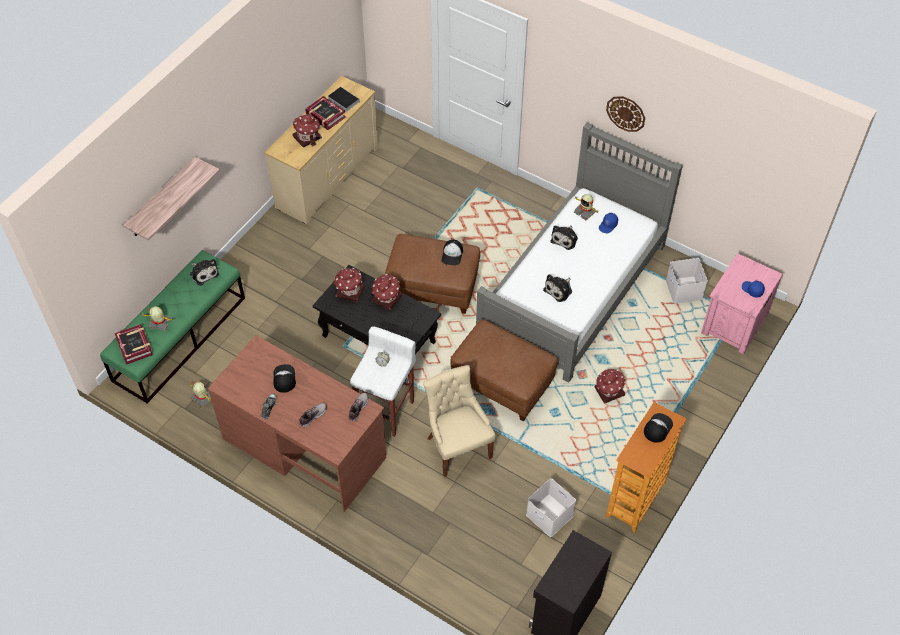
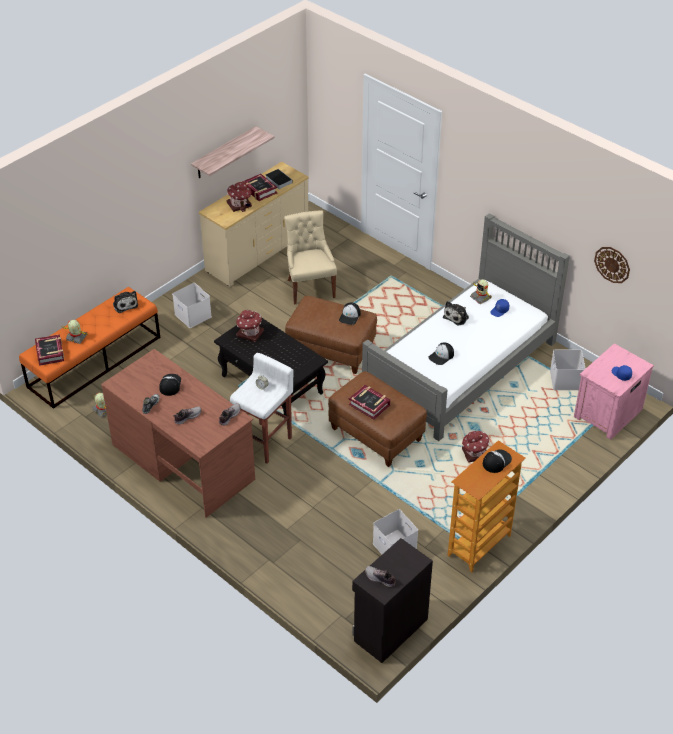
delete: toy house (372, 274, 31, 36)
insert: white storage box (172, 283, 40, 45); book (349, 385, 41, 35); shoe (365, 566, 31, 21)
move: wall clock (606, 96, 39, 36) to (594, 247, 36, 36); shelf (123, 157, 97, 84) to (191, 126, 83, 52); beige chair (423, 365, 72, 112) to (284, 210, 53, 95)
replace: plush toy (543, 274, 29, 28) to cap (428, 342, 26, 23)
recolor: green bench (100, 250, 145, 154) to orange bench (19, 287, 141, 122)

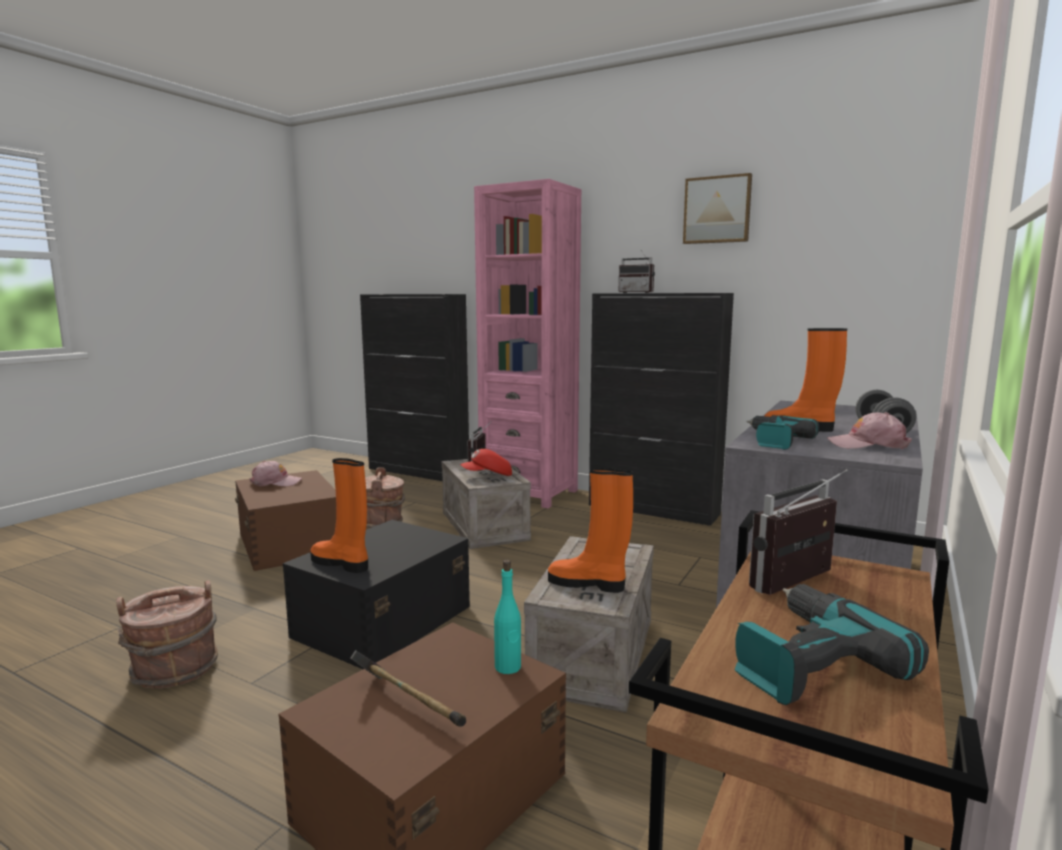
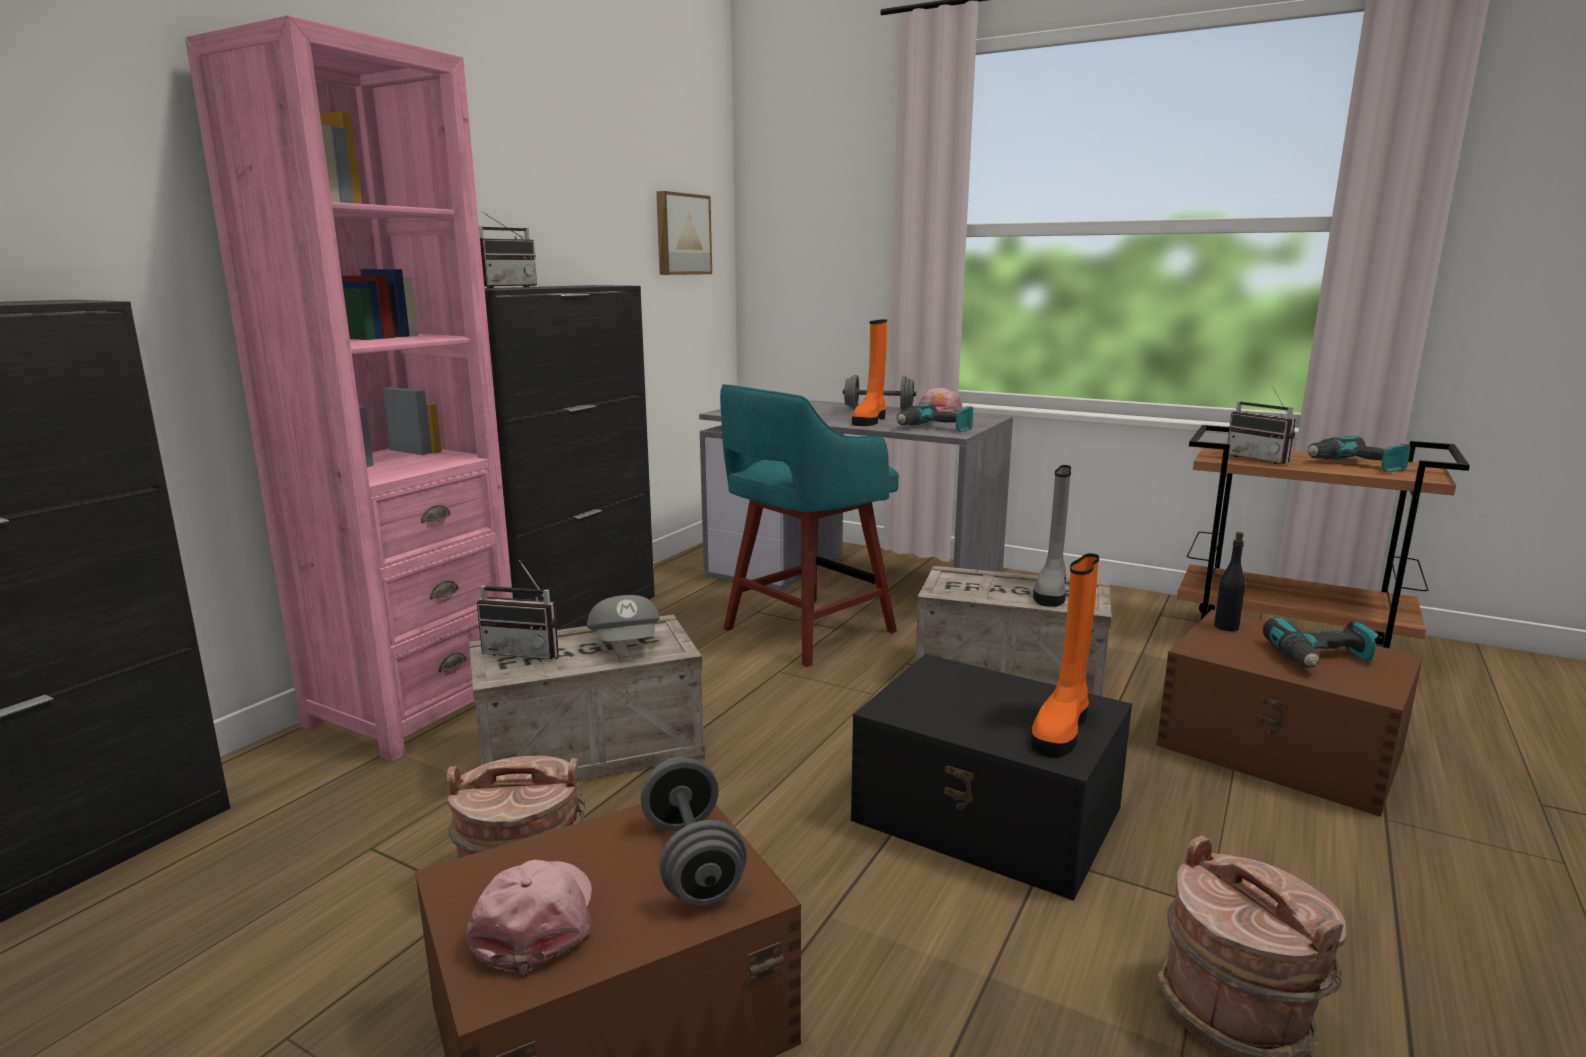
insert: turquoise stool (720, 384, 179, 283); grey dumbbell (640, 757, 107, 149)
move: picture (683, 173, 69, 71) to (656, 191, 56, 84)
replace: hammer (350, 650, 116, 77) to power drill (1263, 617, 116, 51)
recolor: red cap (460, 449, 52, 27) to grey cap (587, 595, 73, 47); orange boot (548, 468, 85, 125) to grey boot (1033, 465, 38, 142); turquoise bottle (494, 560, 27, 114) to black bottle (1214, 532, 31, 99)

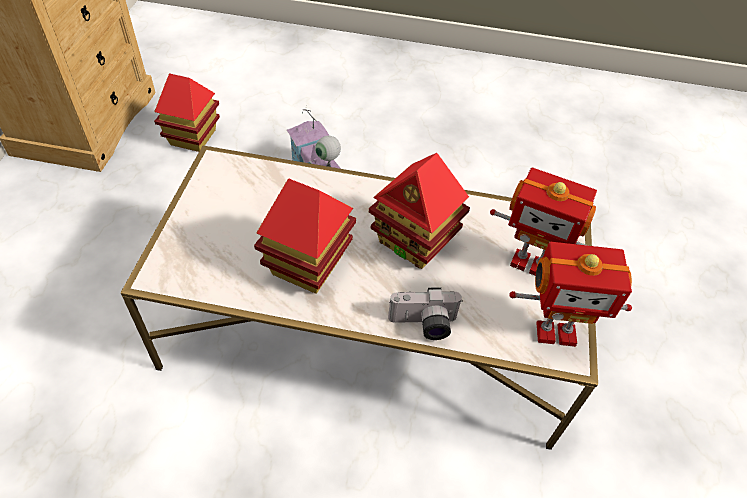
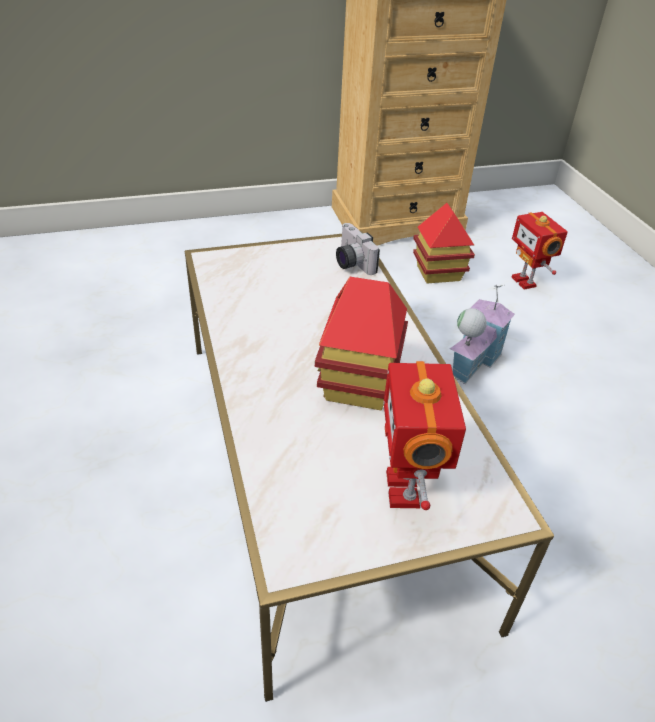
delete: toy house (254, 178, 102, 116)
move: toy robot (509, 242, 123, 105) to (511, 212, 57, 78); photo camera (388, 287, 75, 53) to (336, 223, 44, 52)

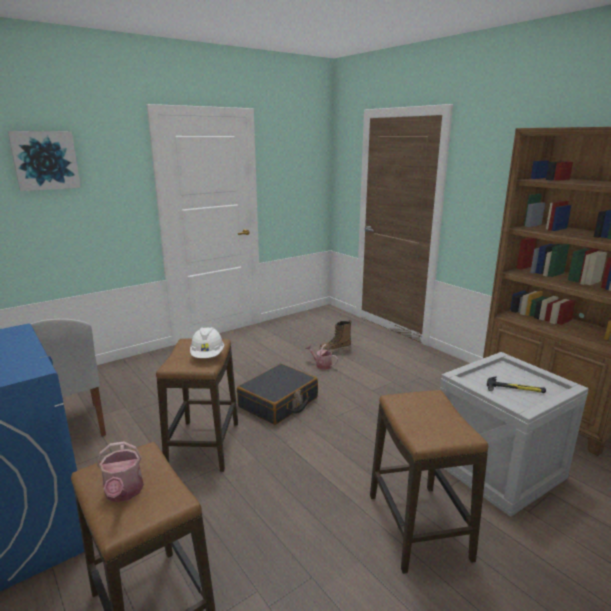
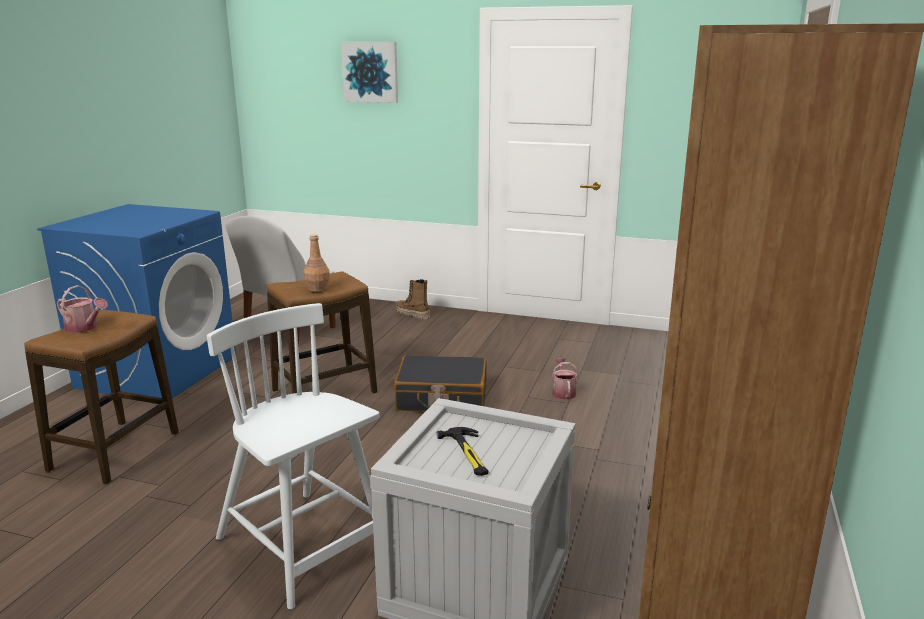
move: boot (319, 320, 33, 34) to (396, 279, 34, 41)
replace: white hard hat (190, 327, 34, 31) to brown bottle (303, 234, 27, 58); stool (370, 390, 118, 184) to white chair (207, 303, 173, 306)
rotate: watering can (97, 441, 47, 61) = (57, 285, 51, 48) 105 degrees counterclockwise

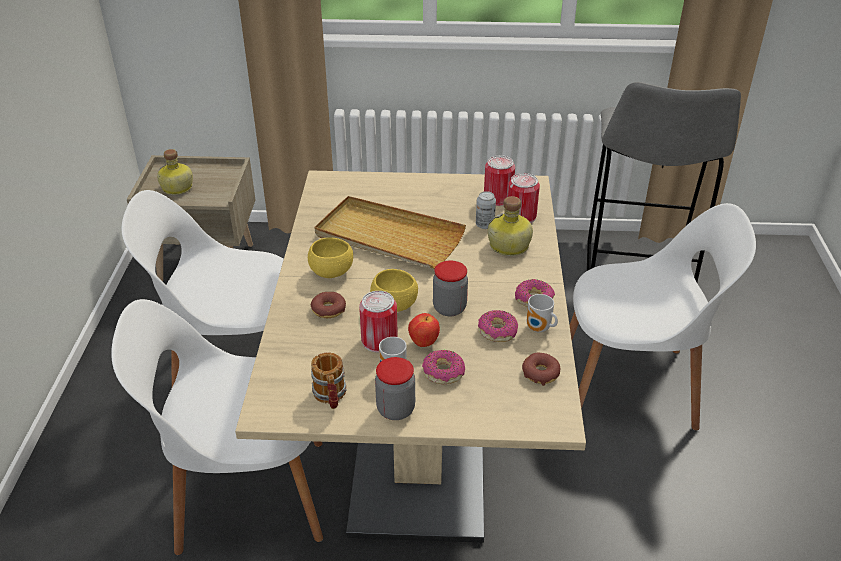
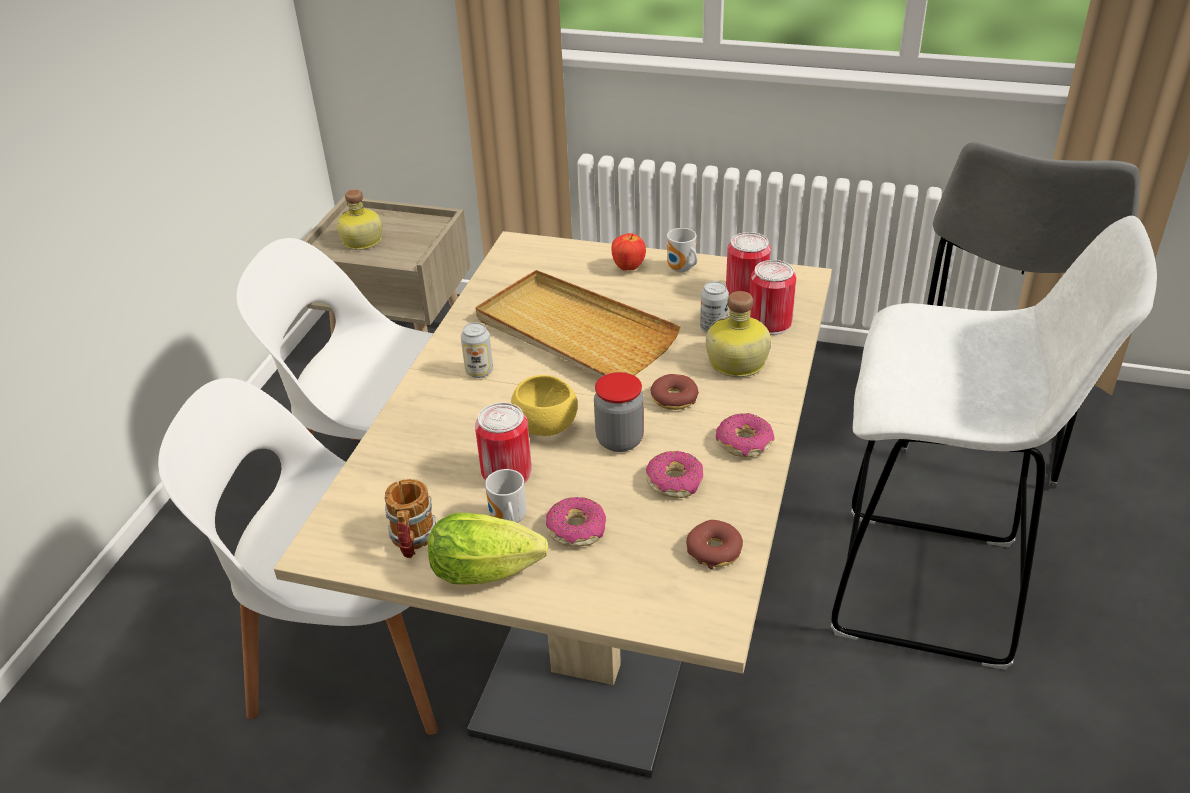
move: donut (311, 292, 35, 26) to (651, 374, 48, 36); mug (527, 294, 31, 38) to (667, 228, 31, 45); apple (408, 313, 32, 34) to (611, 233, 35, 38)
replace: white chair (570, 203, 186, 228) to white stool (831, 216, 326, 454); yellow bowl (308, 237, 45, 41) to can (461, 322, 32, 56); jar (375, 357, 40, 63) to lettuce (428, 513, 121, 72)

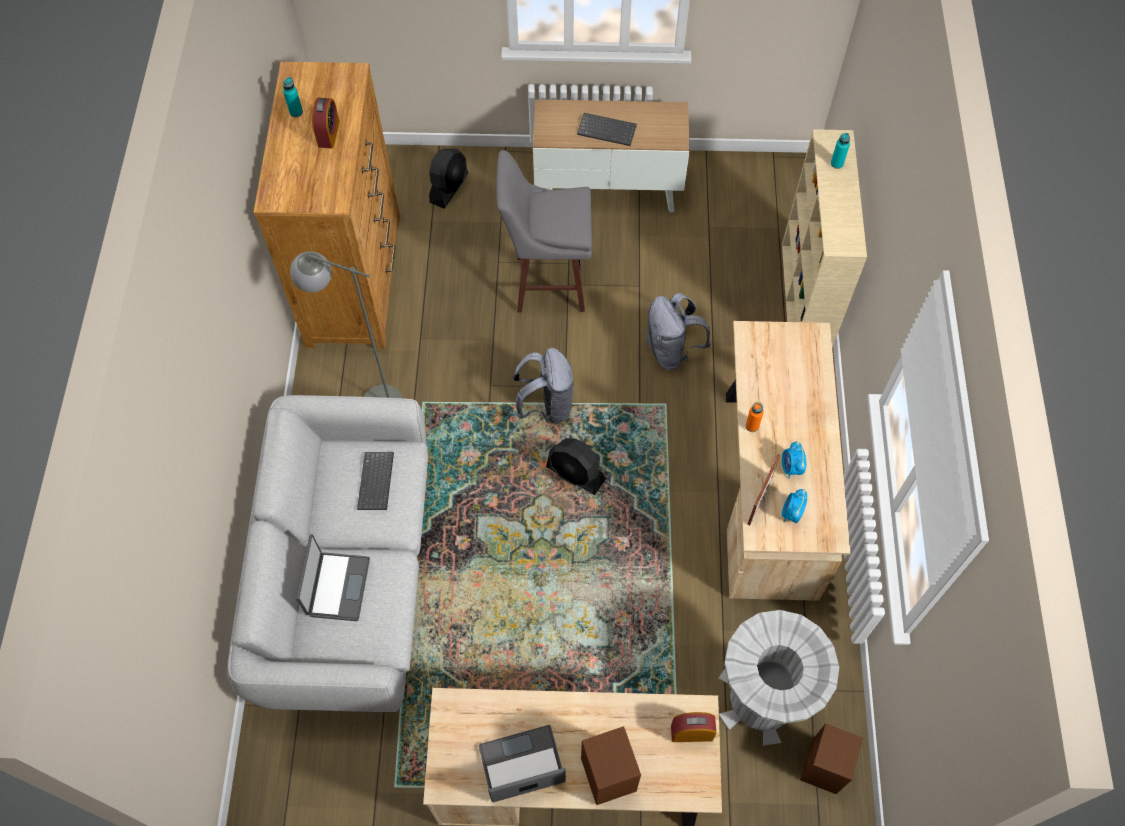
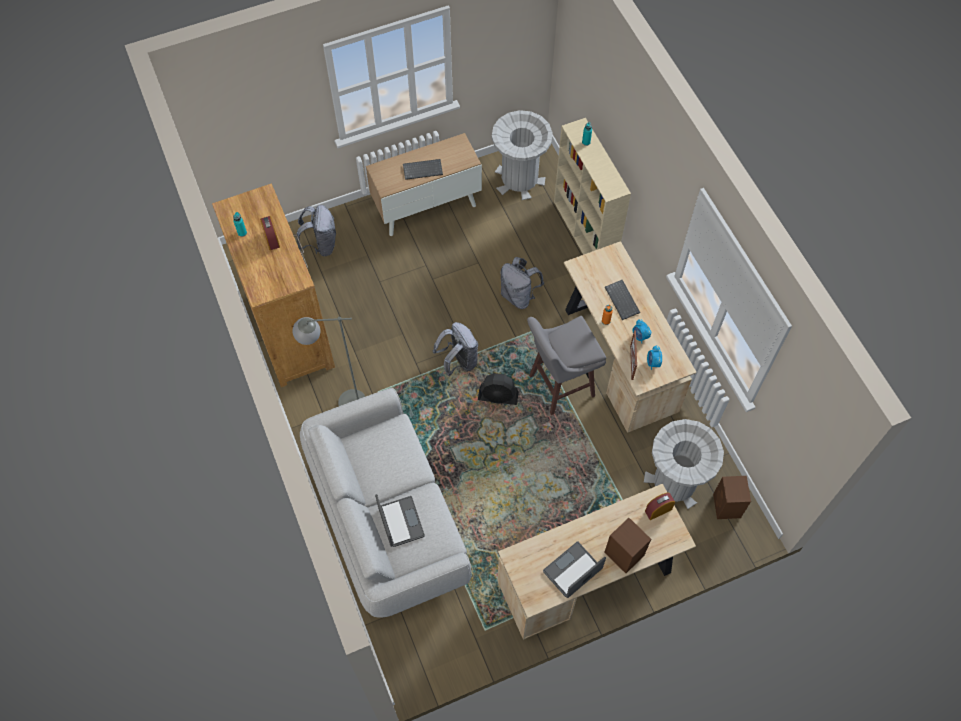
insert: grey trash can (492, 110, 61, 90)
move: grey stool (496, 150, 96, 162) to (527, 316, 79, 99); keyboard (357, 452, 37, 58) to (605, 280, 35, 40)
replace: black fan (429, 149, 39, 59) to grey backpack (296, 205, 40, 51)

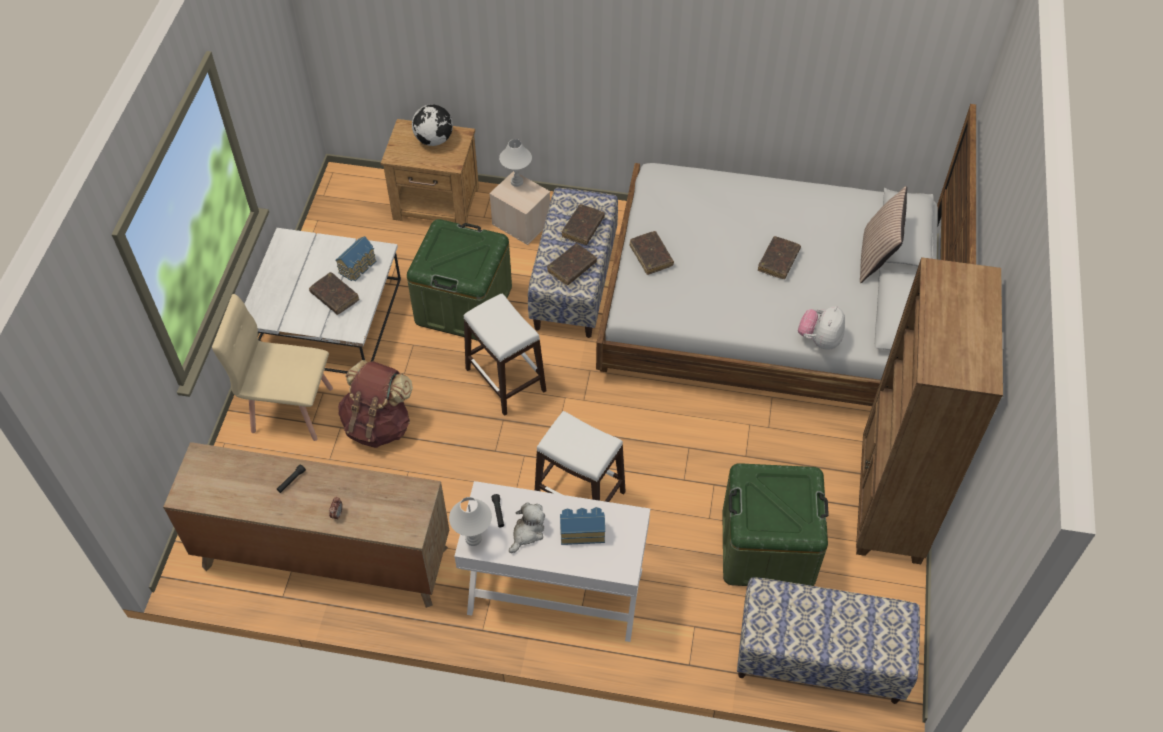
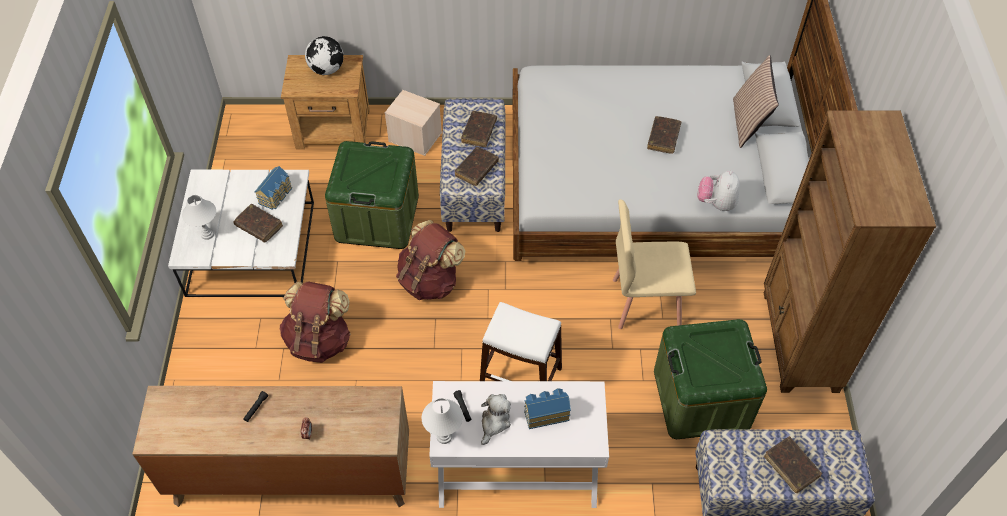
move: white table lamp (499, 139, 33, 48) to (182, 195, 34, 45); brown book (630, 231, 44, 44) to (764, 436, 58, 57); beige chair (212, 294, 121, 147) to (613, 199, 83, 130)
replace: white stool (464, 294, 82, 122) to brown backpack (396, 220, 69, 80)

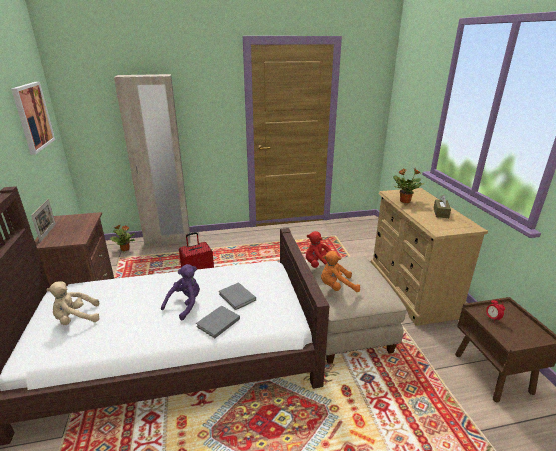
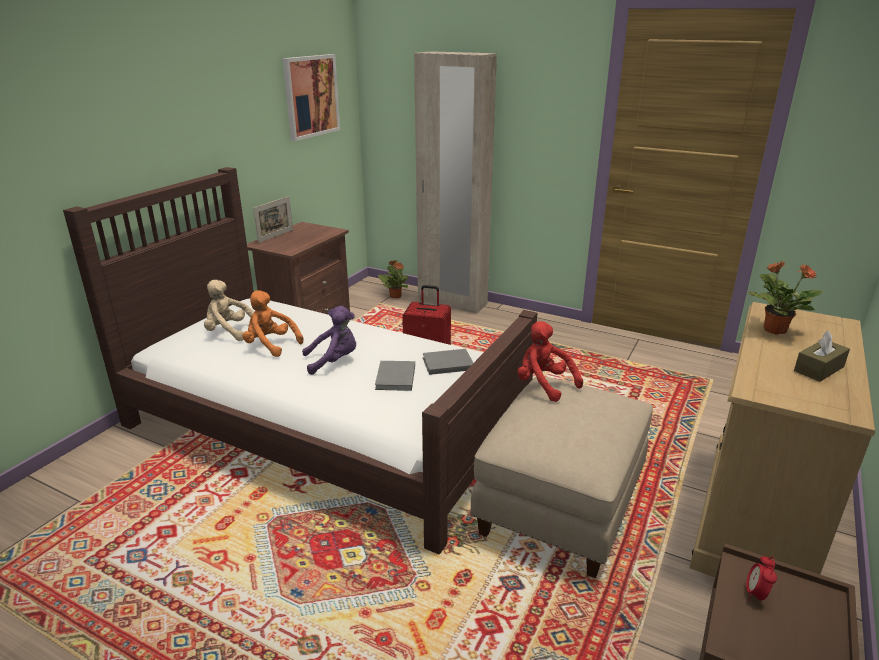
move: orange plush toy (321, 251, 39, 41) to (242, 290, 62, 67); grey book (196, 305, 44, 33) to (423, 349, 50, 26)

